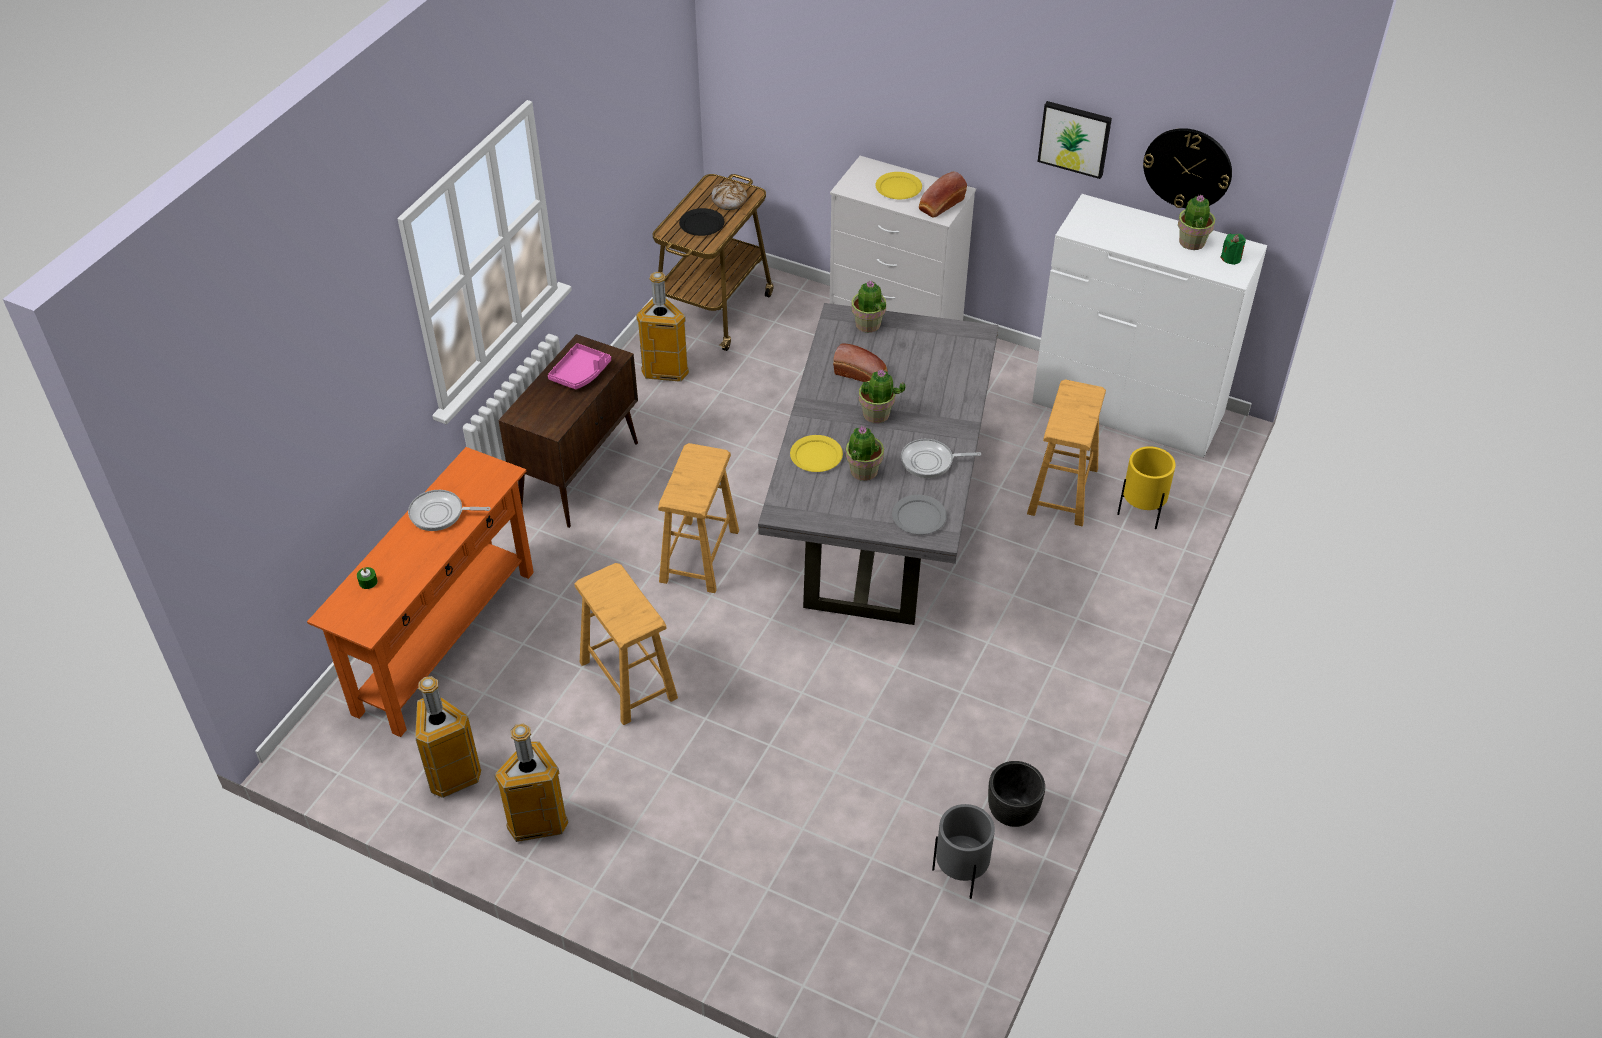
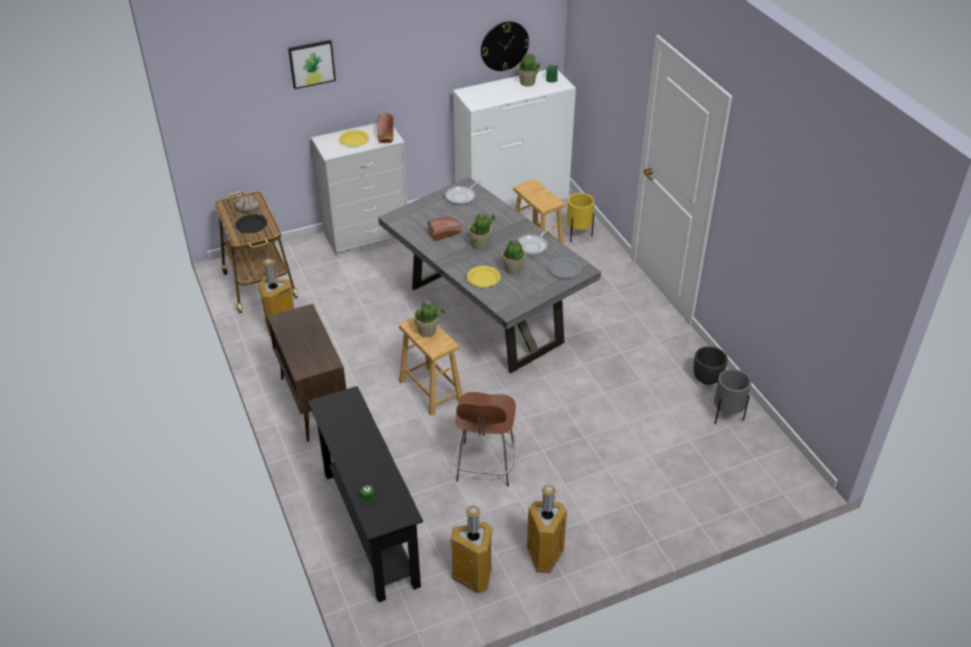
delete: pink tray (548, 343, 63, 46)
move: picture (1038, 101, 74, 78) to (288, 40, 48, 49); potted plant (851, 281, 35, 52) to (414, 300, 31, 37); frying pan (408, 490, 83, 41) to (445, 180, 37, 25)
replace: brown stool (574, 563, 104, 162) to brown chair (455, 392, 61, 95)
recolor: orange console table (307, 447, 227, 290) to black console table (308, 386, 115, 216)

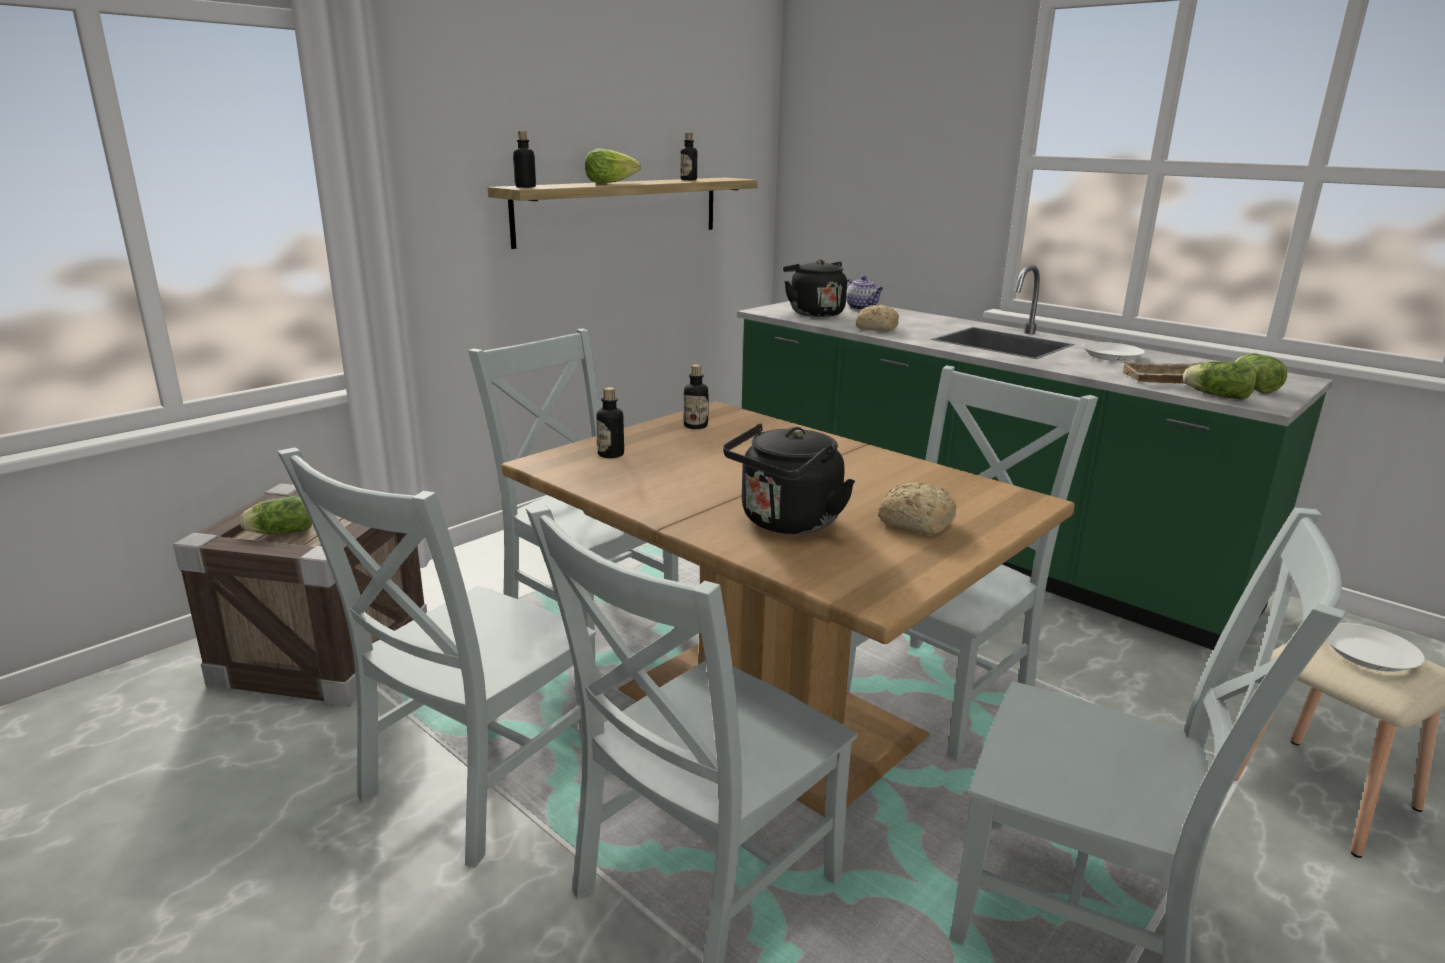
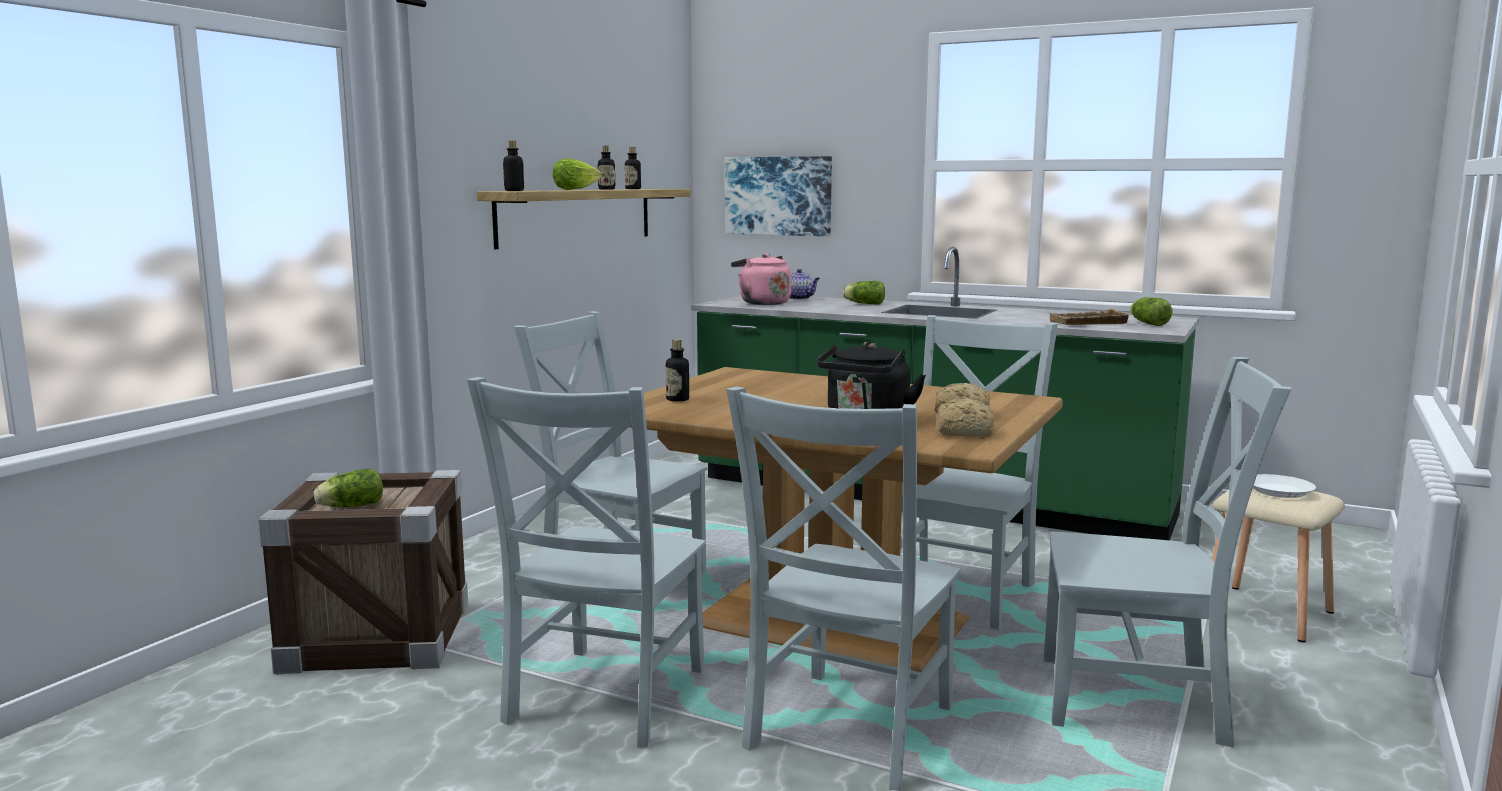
delete: white plate (1083, 342, 62, 19)
insert: picture (725, 156, 107, 80)
move: bread (856, 305, 43, 26) to (936, 399, 59, 38); lettuce (1183, 361, 74, 39) to (843, 281, 42, 24); bottle (684, 365, 25, 64) to (597, 146, 18, 44)
recolor: black kettle (783, 259, 64, 58) to pink kettle (731, 254, 60, 51)

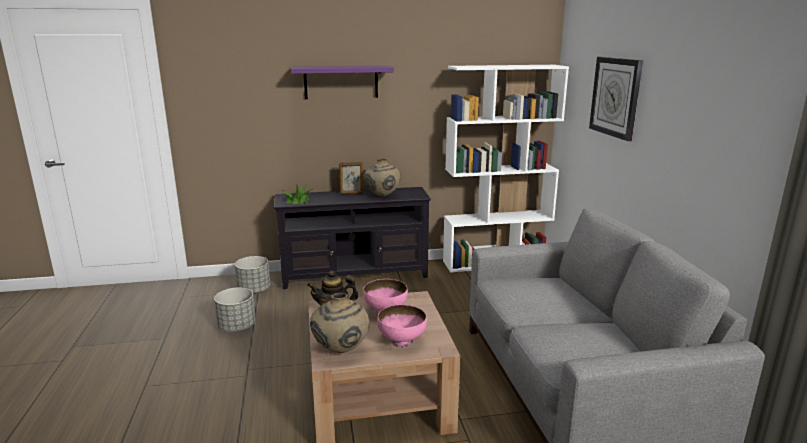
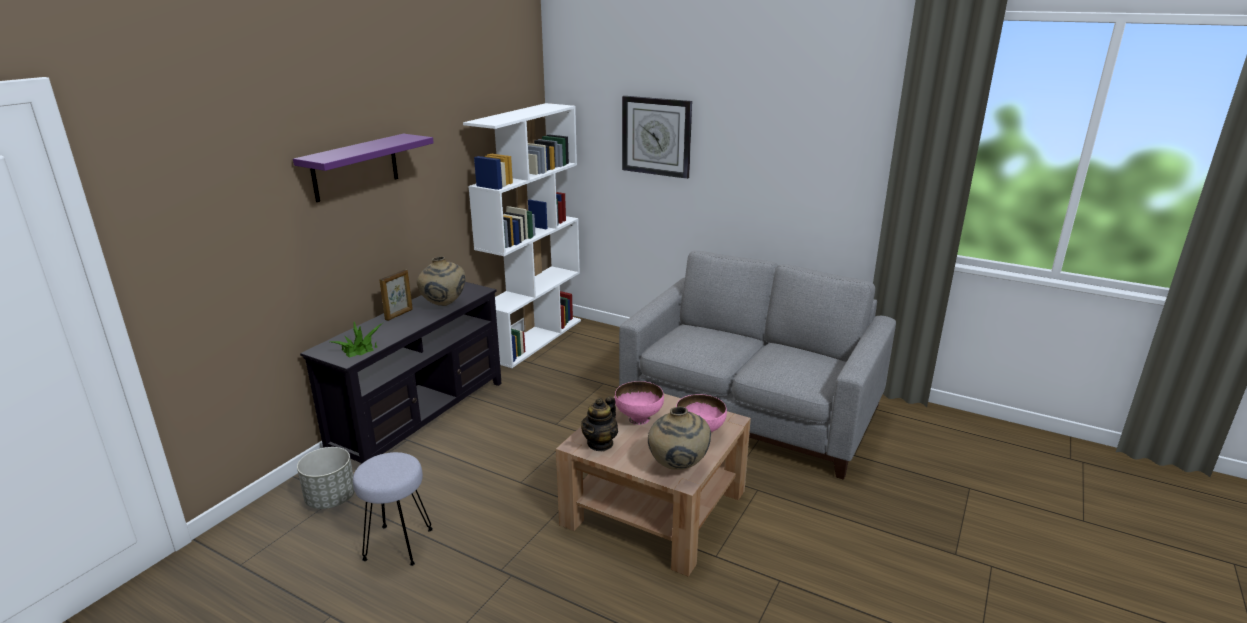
replace: grey planter (214, 288, 42, 44) to grey stool (353, 452, 80, 114)

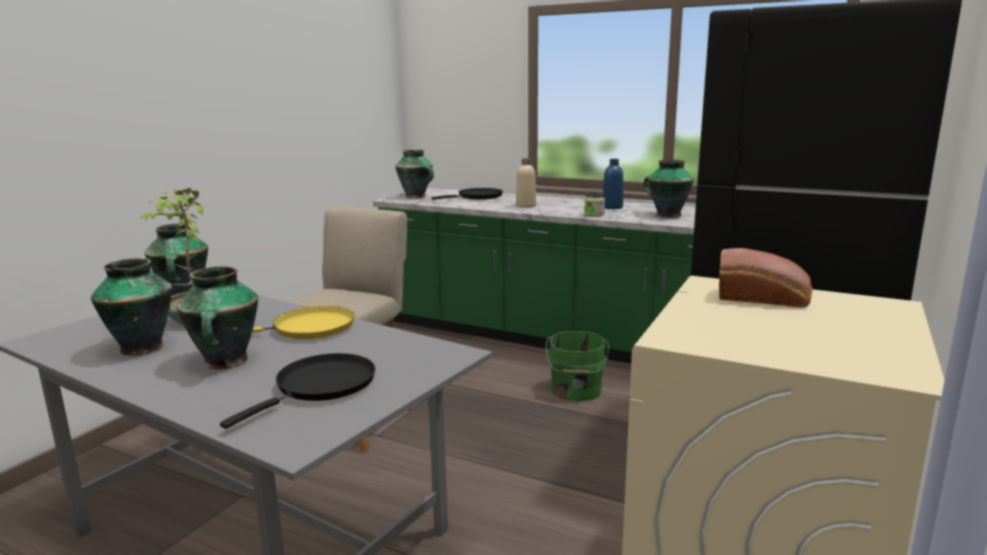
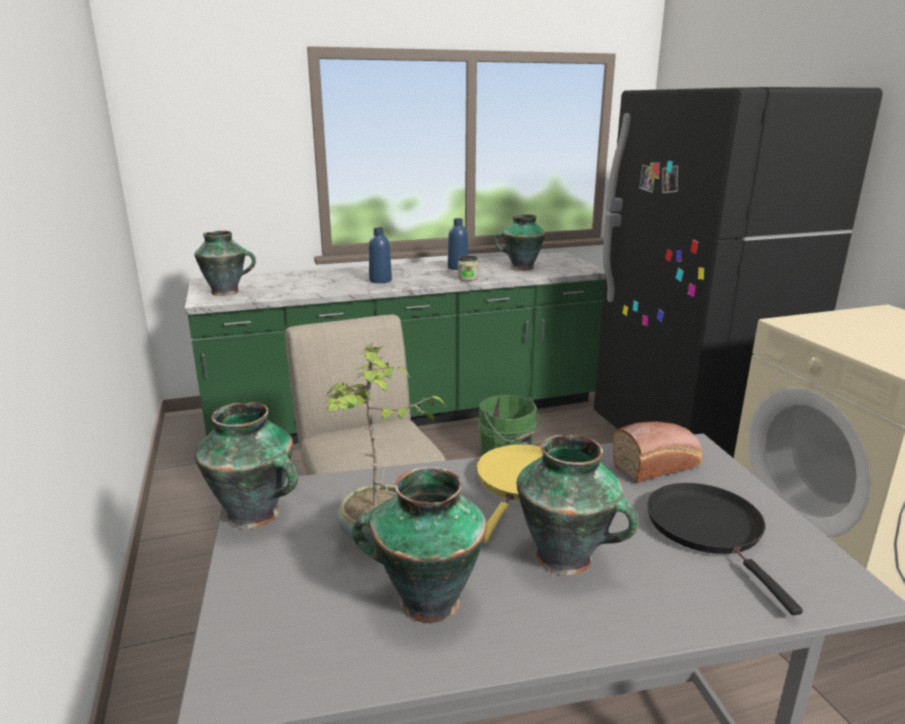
delete: black frying pan (431, 188, 72, 12)
move: bread (719, 248, 93, 60) to (613, 421, 89, 62)
recolor: beige bottle (516, 158, 20, 50) to blue bottle (369, 227, 23, 56)

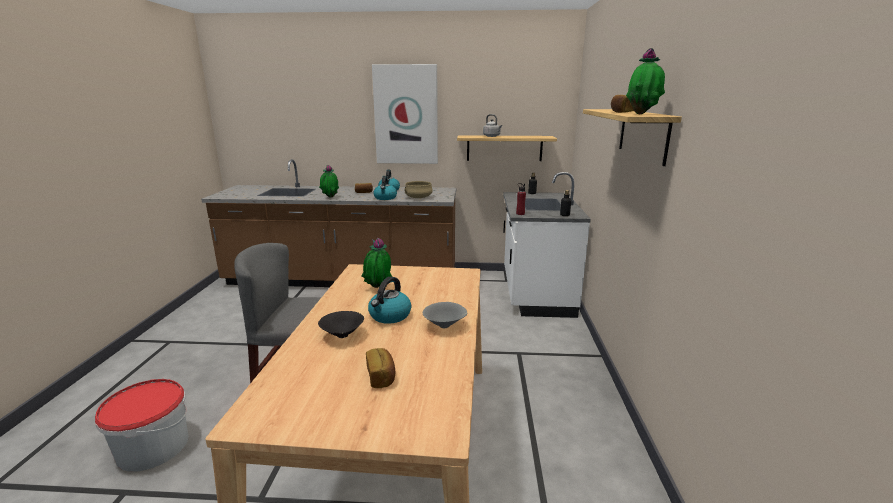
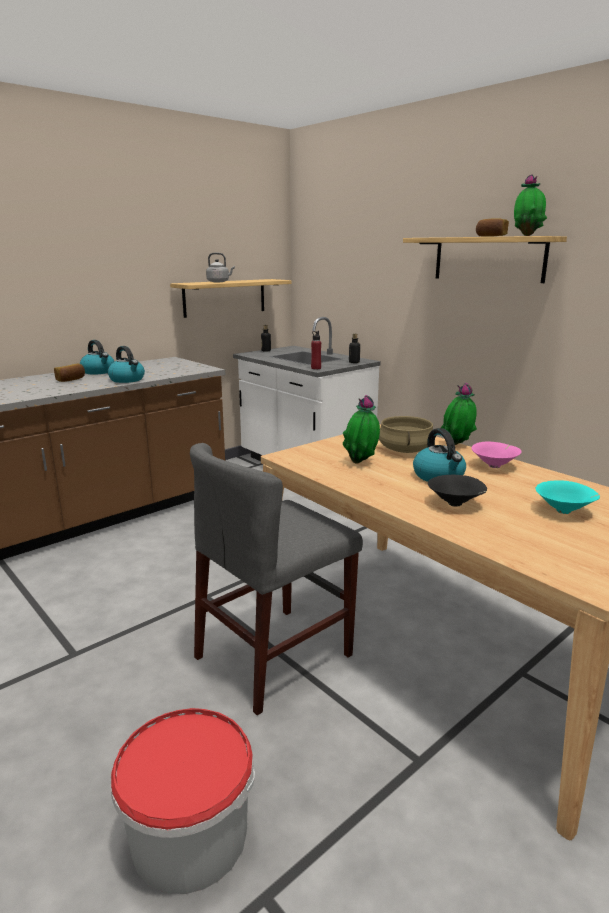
delete: picture (372, 64, 66, 100)
move: potted plant (319, 165, 20, 33) to (441, 383, 36, 62); beige cooking pot (404, 181, 29, 17) to (379, 416, 54, 37)
replace: bread (366, 348, 30, 40) to turquoise bowl (536, 480, 64, 34)
recolor: grey bowl (423, 302, 44, 26) to pink bowl (471, 442, 51, 26)

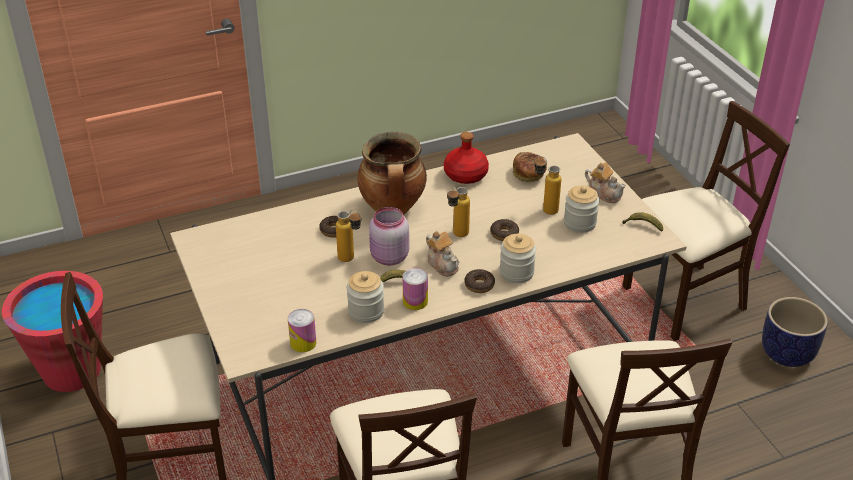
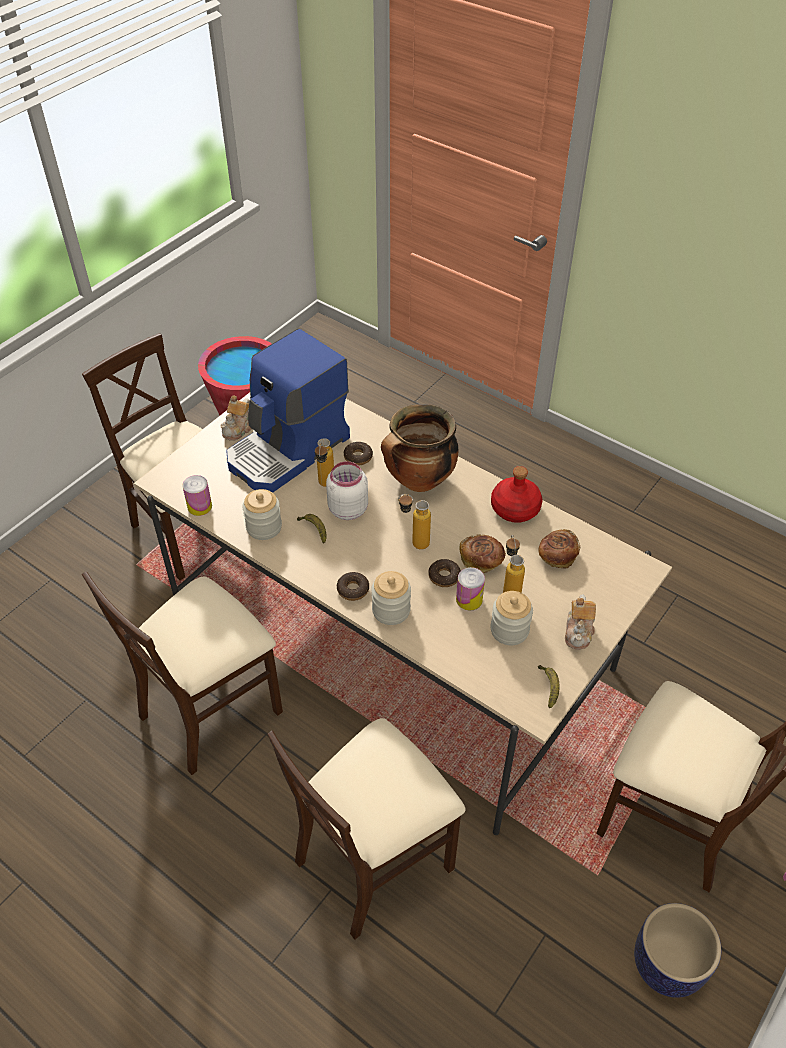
insert: coffee machine (226, 328, 124, 165); bread (459, 534, 47, 39)
move: teapot (426, 231, 33, 46) to (220, 395, 32, 46); can (403, 268, 25, 42) to (456, 567, 29, 44)
recolor: pink jar (369, 207, 40, 58) to white jar (326, 461, 42, 59)

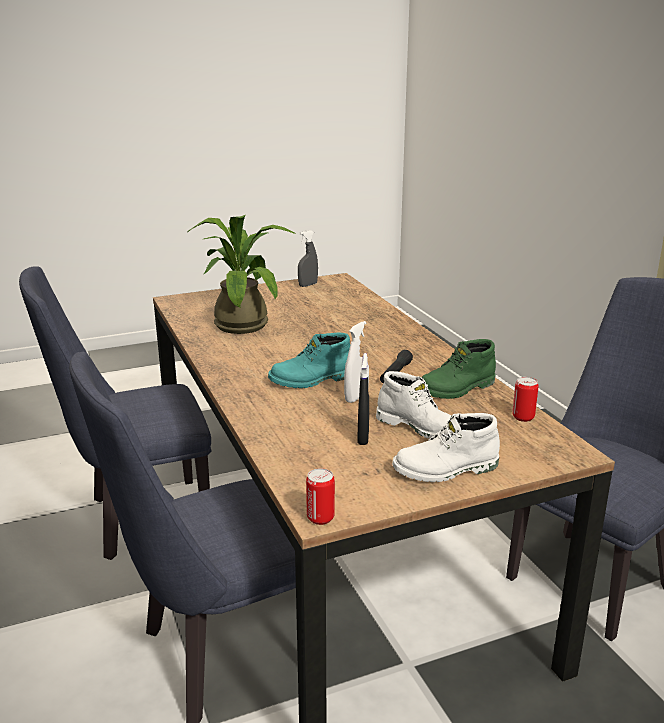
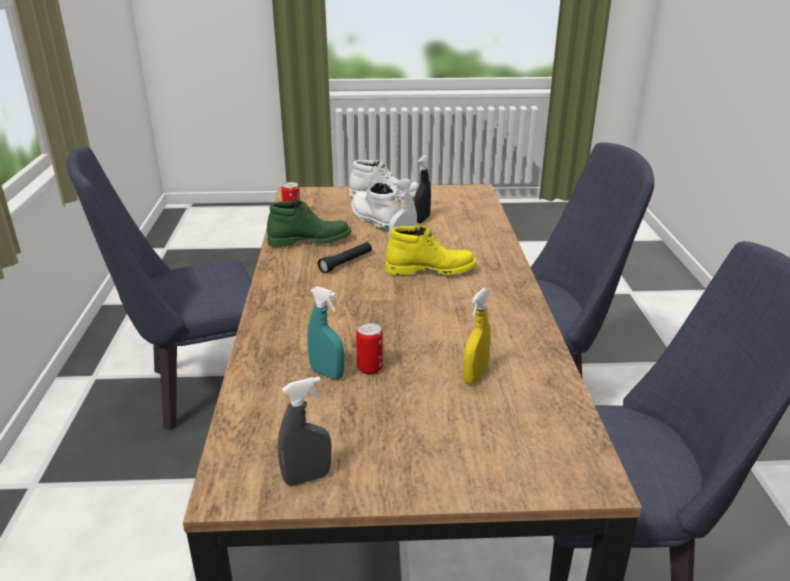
insert: turquoise spray bottle (307, 286, 37, 94)
move: can (306, 468, 29, 57) to (356, 322, 27, 52)
replace: potted plant (187, 215, 109, 119) to yellow spray bottle (463, 288, 28, 97)
recolor: turquoise boot (268, 333, 83, 55) to yellow boot (386, 225, 91, 50)

